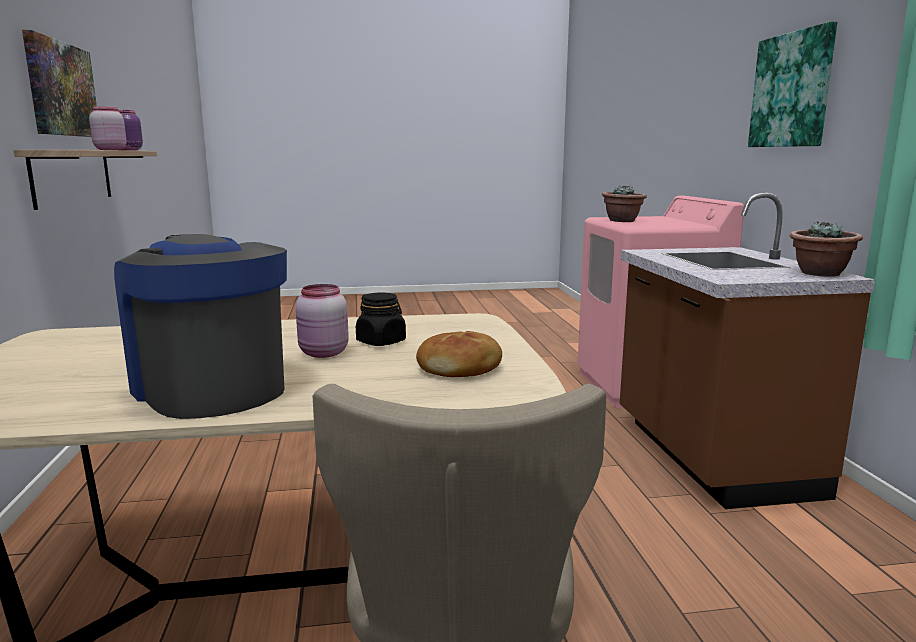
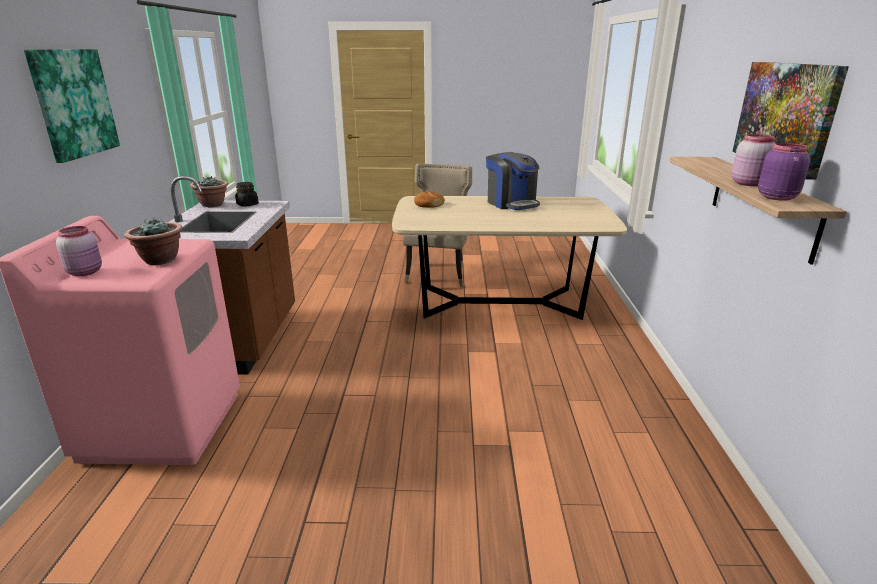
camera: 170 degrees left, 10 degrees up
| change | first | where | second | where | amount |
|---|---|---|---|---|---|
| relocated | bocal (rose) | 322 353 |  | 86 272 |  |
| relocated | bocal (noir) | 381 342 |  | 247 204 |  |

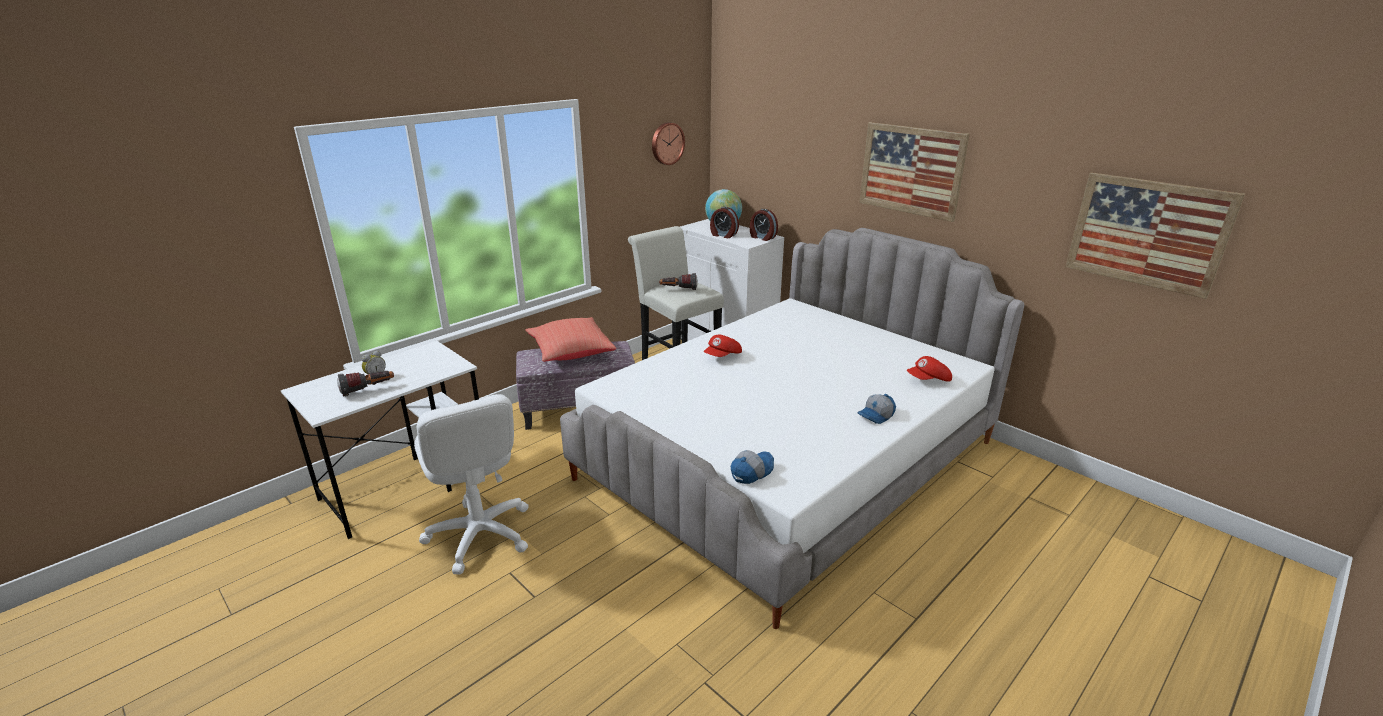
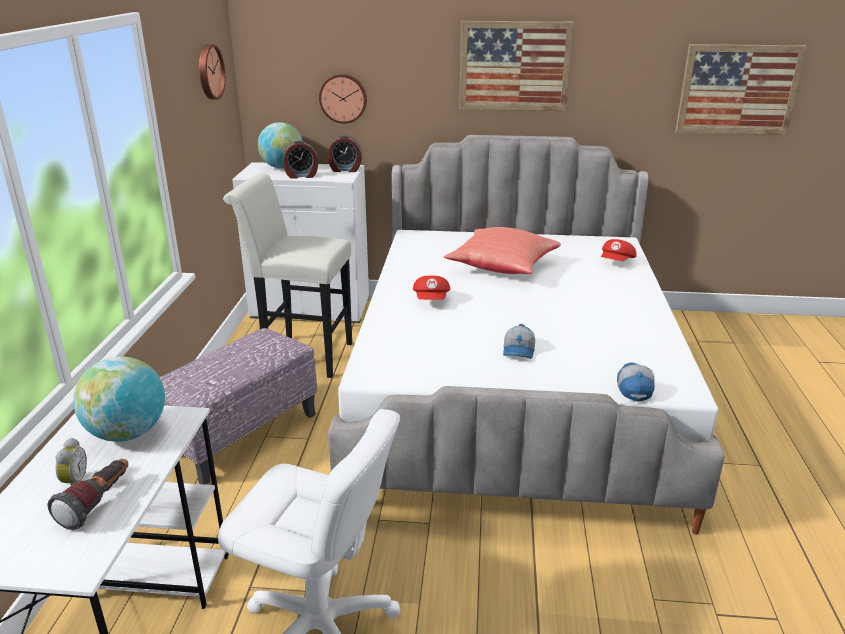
camera: 40 degrees left, 0 degrees up
| change | first | where | second | where | amount |
|---|---|---|---|---|---|
| relocated | coussin (rouge) | 570 353 |  | 501 268 |  |
| missing | lampe de poche | 678 290 |  |  |  |
| relocated | casquette | 876 416 |  | 519 351 |  |
| appeared |  |  | globe | 128 433 |  |
| appeared |  |  | horloge murale | 343 98 |  |

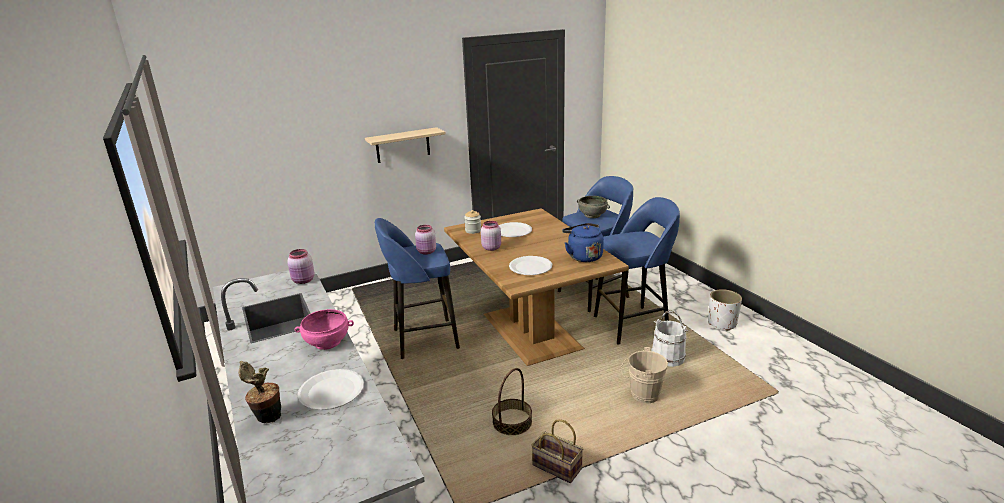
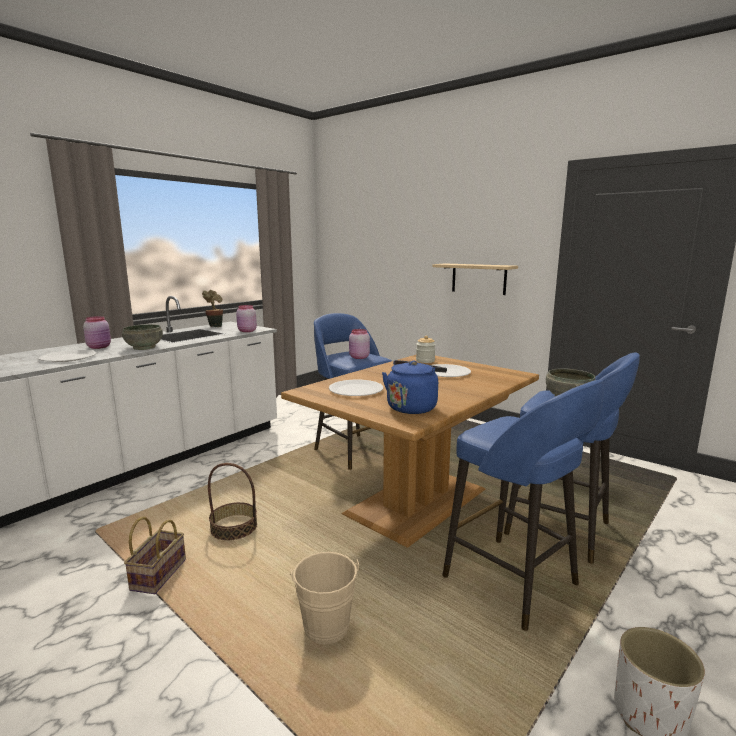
camera: 65 degrees right, 10 degrees down
| change | first | where | second | where | amount |
|---|---|---|---|---|---|
| relocated | plante en pot | 266 418 |  | 215 326 |  |
| colour | bol (rose) | 327 342 | bol (gris) | 145 347 |  |
| relocated | bocal (rose) | 491 247 |  | 100 347 |  |
| missing | seau (blanc) | 668 357 |  |  |  |

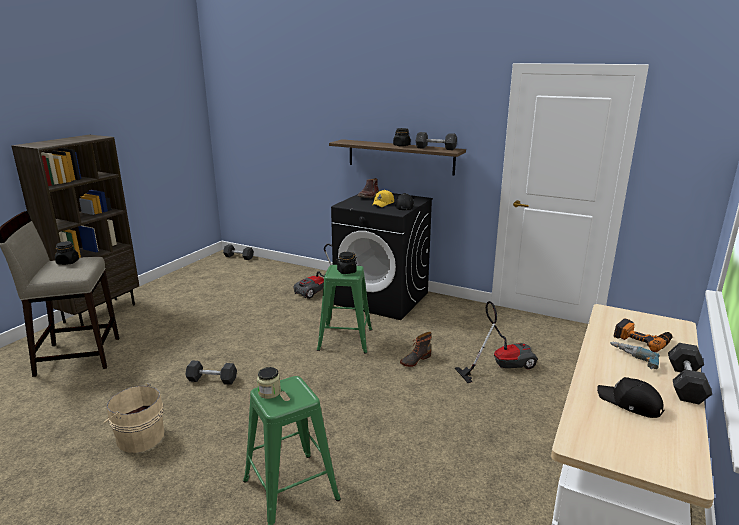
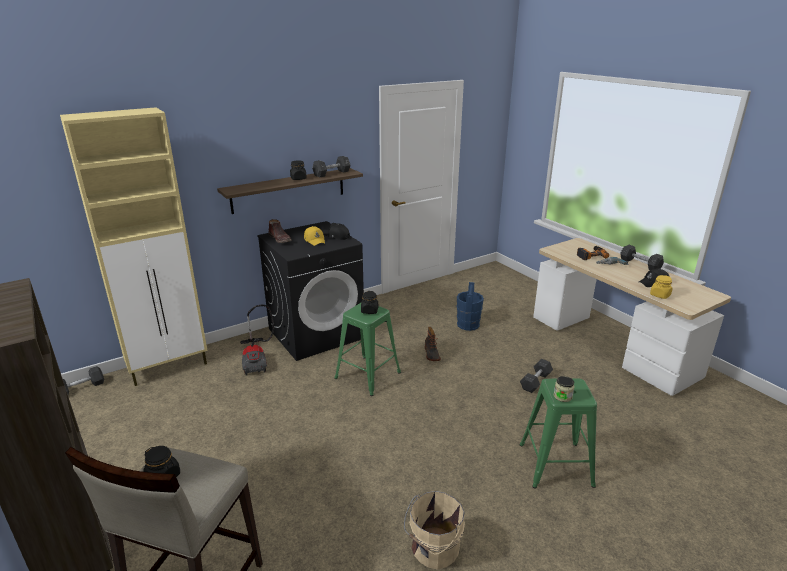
camera: 60 degrees left, 5 degrees up
| change | first | where | second | where | amount |
|---|---|---|---|---|---|
| relocated | haltère (gris) | 212 380 |  | 535 381 |  |
| exchanged | aspirateur | 501 365 | seau (bleu) | 468 324 |  |
| appeared |  |  | meuble de rangement (beige) | 170 367 |  |
| appeared |  |  | bocal (jaune) | 660 295 |  |

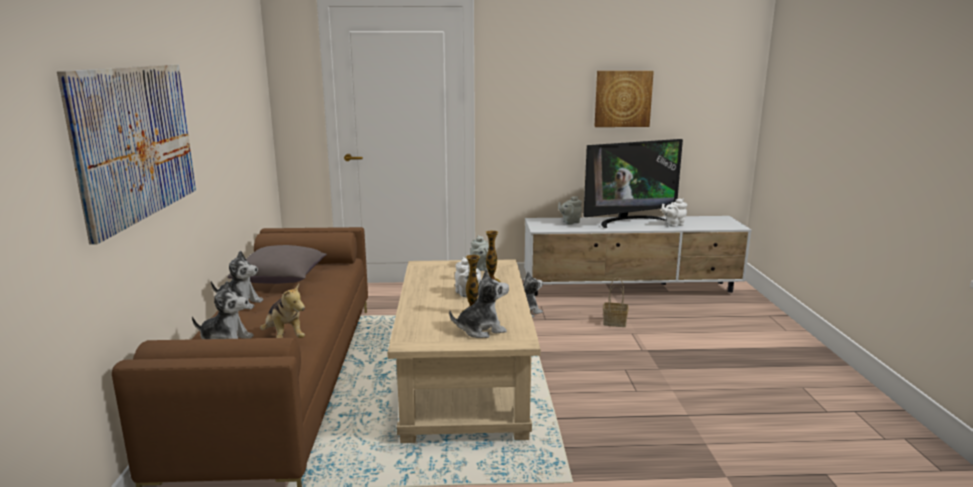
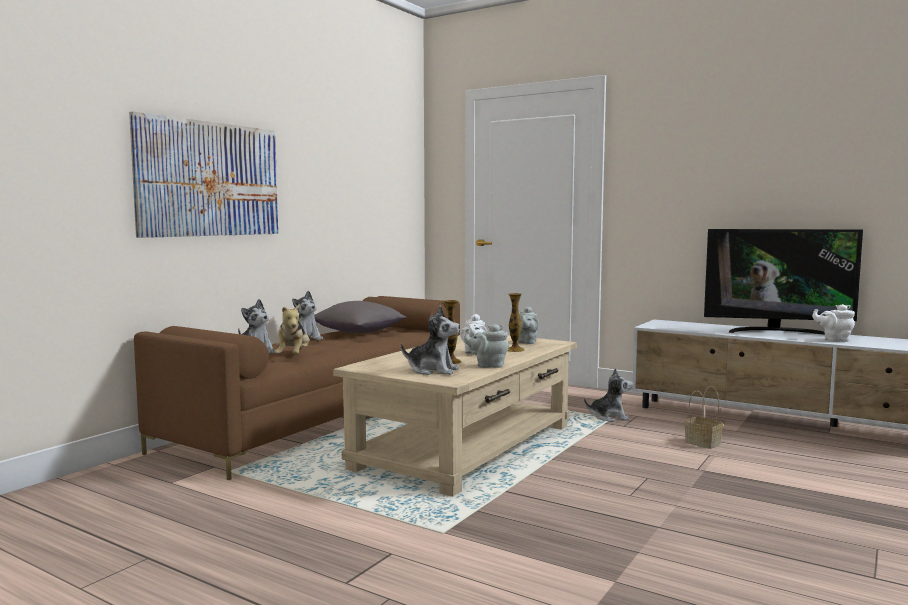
camera: 35 degrees right, 10 degrees down
| change | first | where | second | where | amount |
|---|---|---|---|---|---|
| relocated | théière (gris) | 570 222 |  | 488 365 |  |
| missing | tableau | 622 98 |  |  |  |

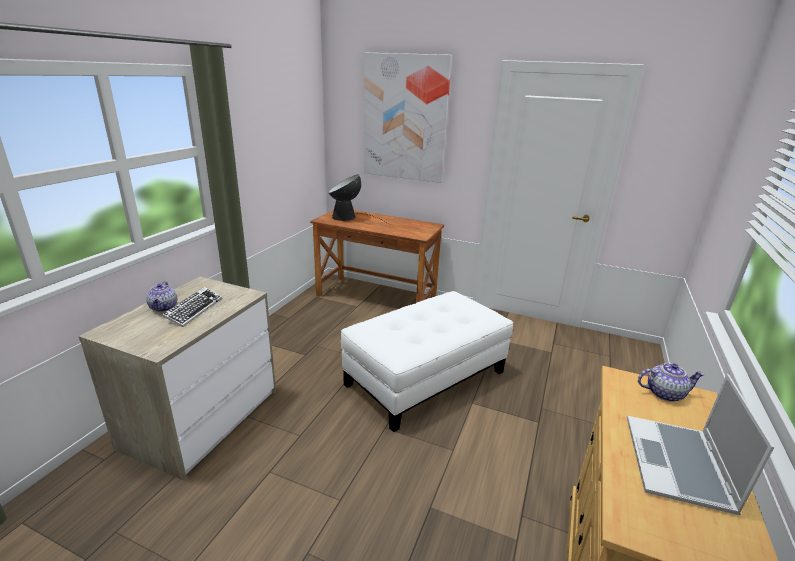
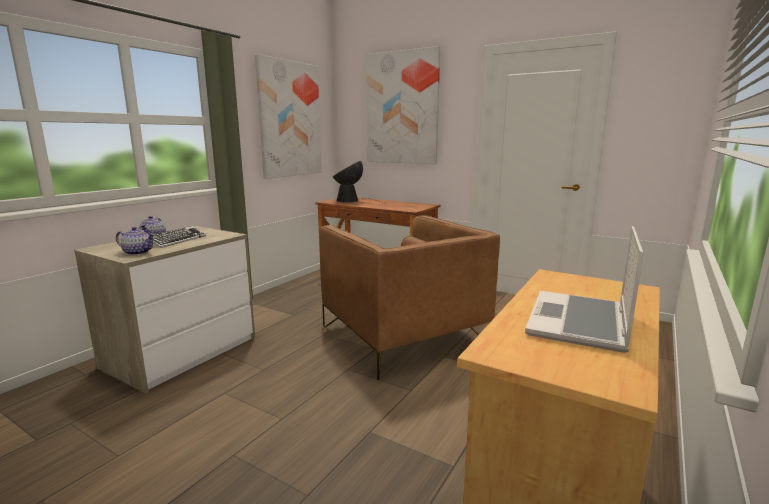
camera: 10 degrees right, 10 degrees down
| change | first | where | second | where | amount |
|---|---|---|---|---|---|
| exchanged | pouf (blanc) | 426 378 | fauteuil (marron) | 403 336 |  |
| relocated | théière | 664 393 |  | 137 252 |  |
| appeared |  |  | tableau | 289 119 |  |

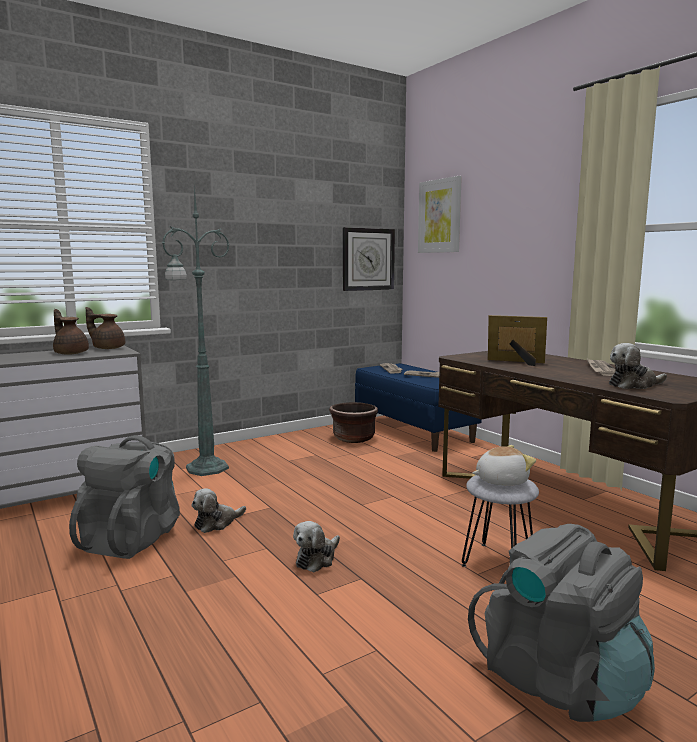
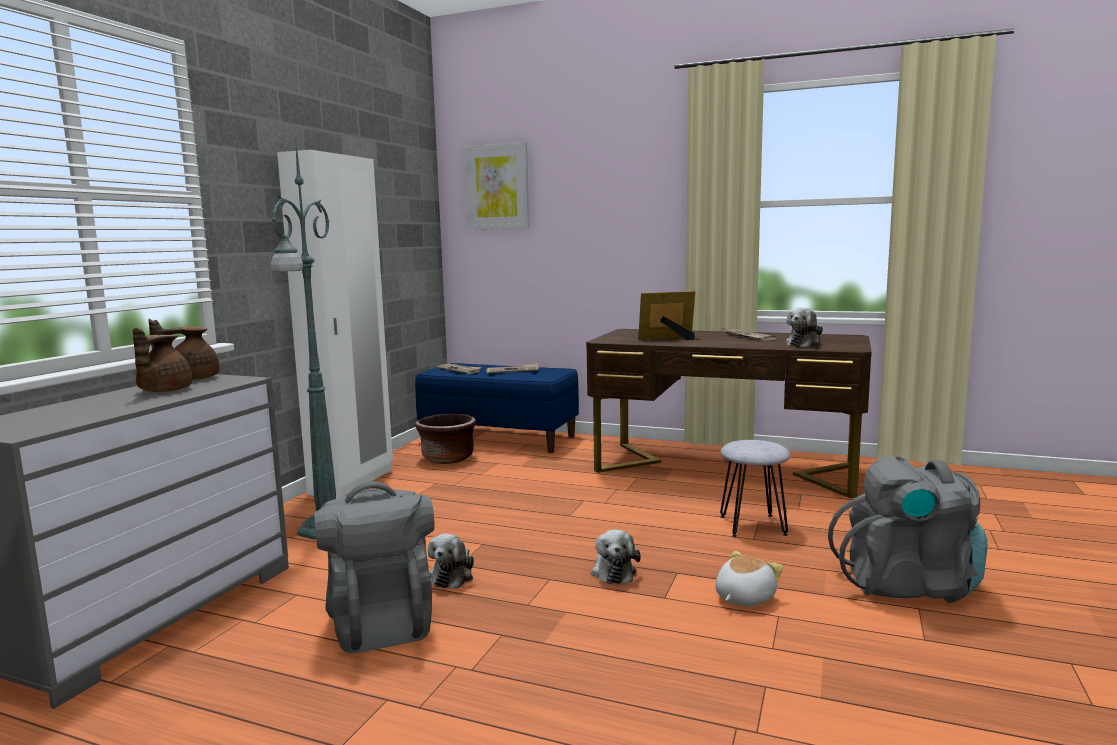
camera: 35 degrees left, 0 degrees up
| change | first | where | second | where | amount |
|---|---|---|---|---|---|
| spun | théière (marron) | 71 353 |  | 163 391 | 90 degrees counterclockwise |
| missing | horloge murale | 368 259 |  |  |  |
| relocated | peluche | 501 481 |  | 743 598 |  |
| appeared |  |  | armoire (blanc) | 352 482 |  |

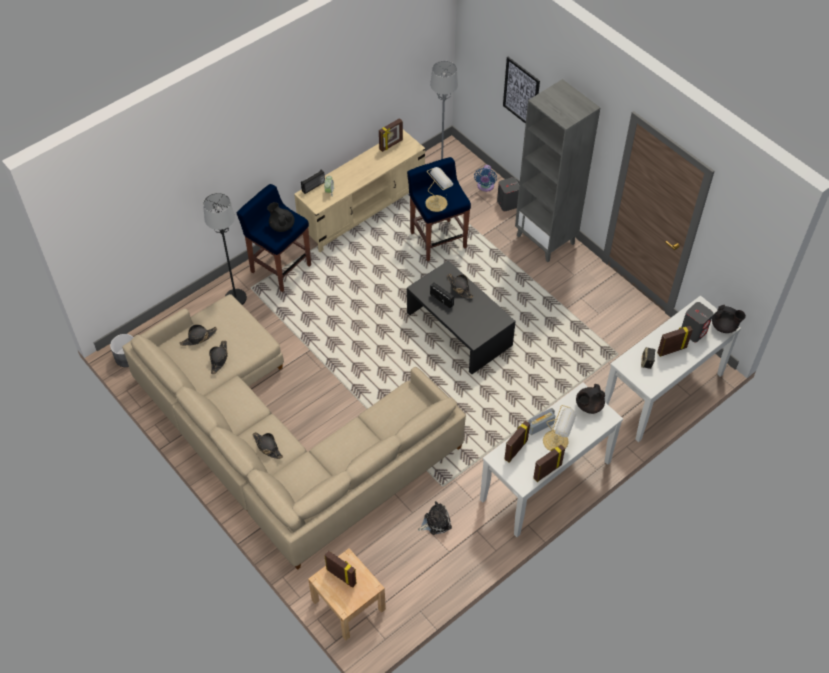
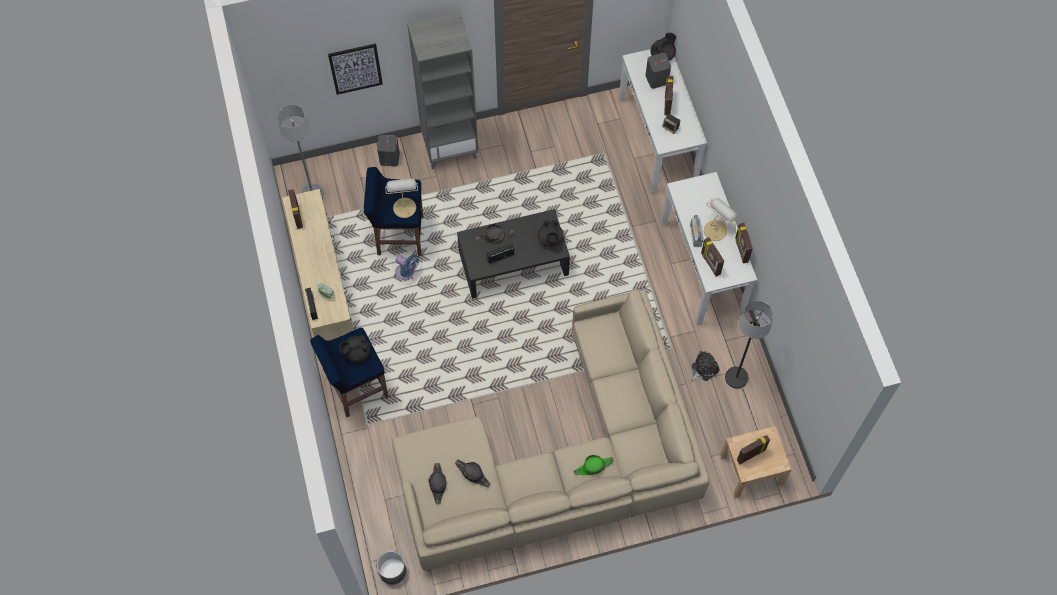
camera: 65 degrees left, 10 degrees up
| change | first | where | second | where | amount |
|---|---|---|---|---|---|
| relocated | lampadaire (noir) | 235 298 |  | 736 378 |  |
| colour | chapeau (noir) | 267 447 | chapeau (vert) | 593 467 |  |
| spun | peluche | 435 522 |  | 703 369 | 45 degrees clockwise |
| relocated | ventilateur (bleu) | 485 186 |  | 406 273 |  |
| relocated | théière (noir) | 588 406 |  | 550 239 |  |

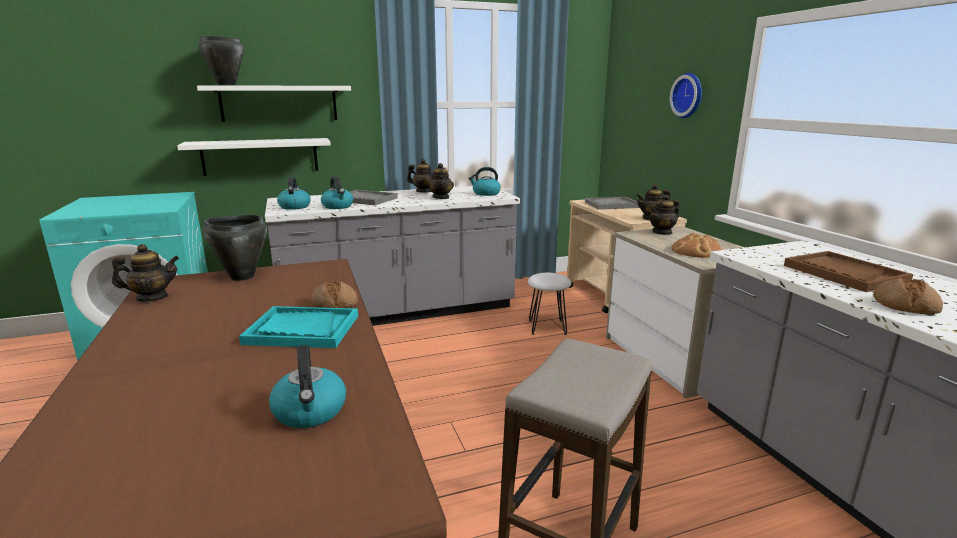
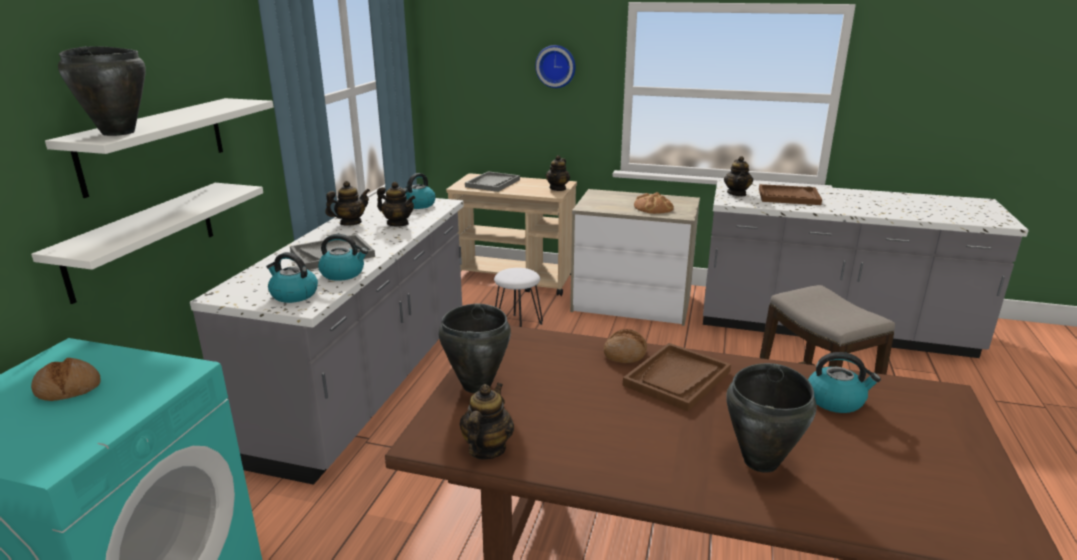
camera: 55 degrees left, 5 degrees up
| change | first | where | second | where | amount |
|---|---|---|---|---|---|
| colour | plateau (turquoise) | 302 330 | plateau (marron) | 677 378 |  |
| relocated | théière | 662 232 |  | 737 193 |  |
| relocated | pain | 905 305 |  | 68 388 |  |
| appeared |  |  | marmite (noir) | 761 461 |  |

